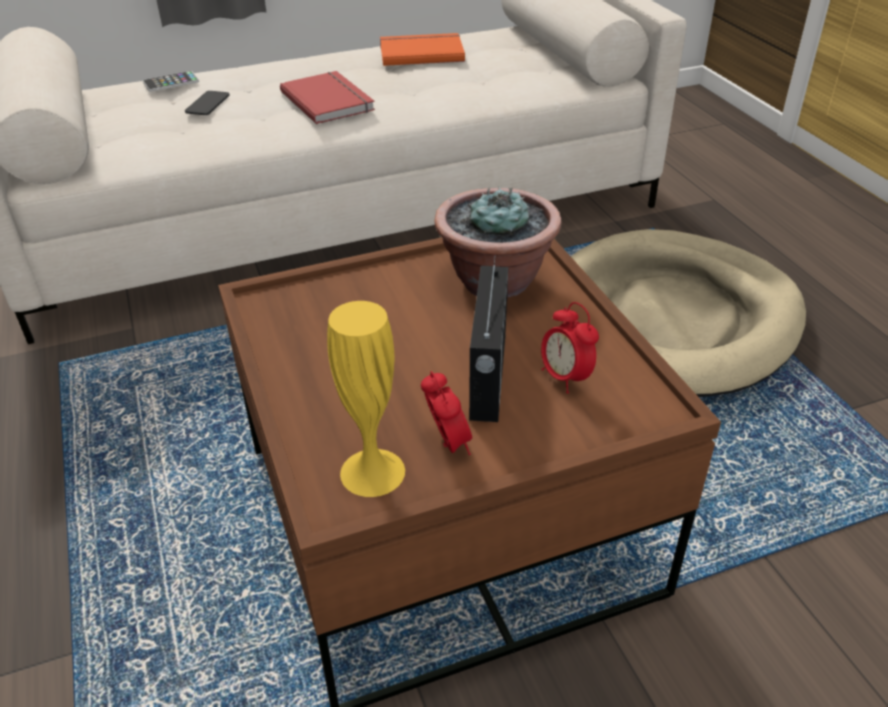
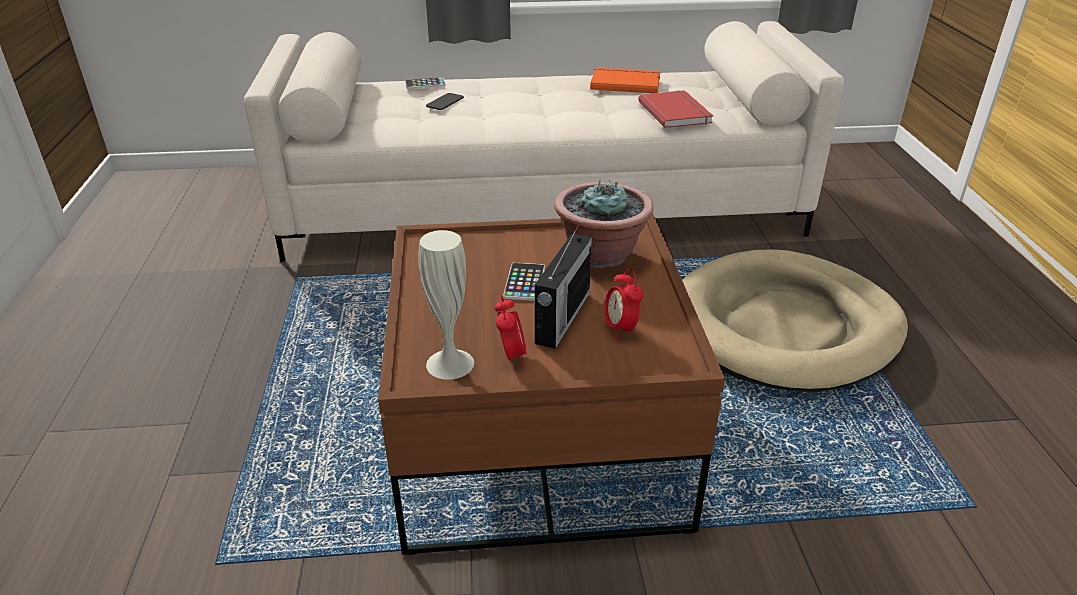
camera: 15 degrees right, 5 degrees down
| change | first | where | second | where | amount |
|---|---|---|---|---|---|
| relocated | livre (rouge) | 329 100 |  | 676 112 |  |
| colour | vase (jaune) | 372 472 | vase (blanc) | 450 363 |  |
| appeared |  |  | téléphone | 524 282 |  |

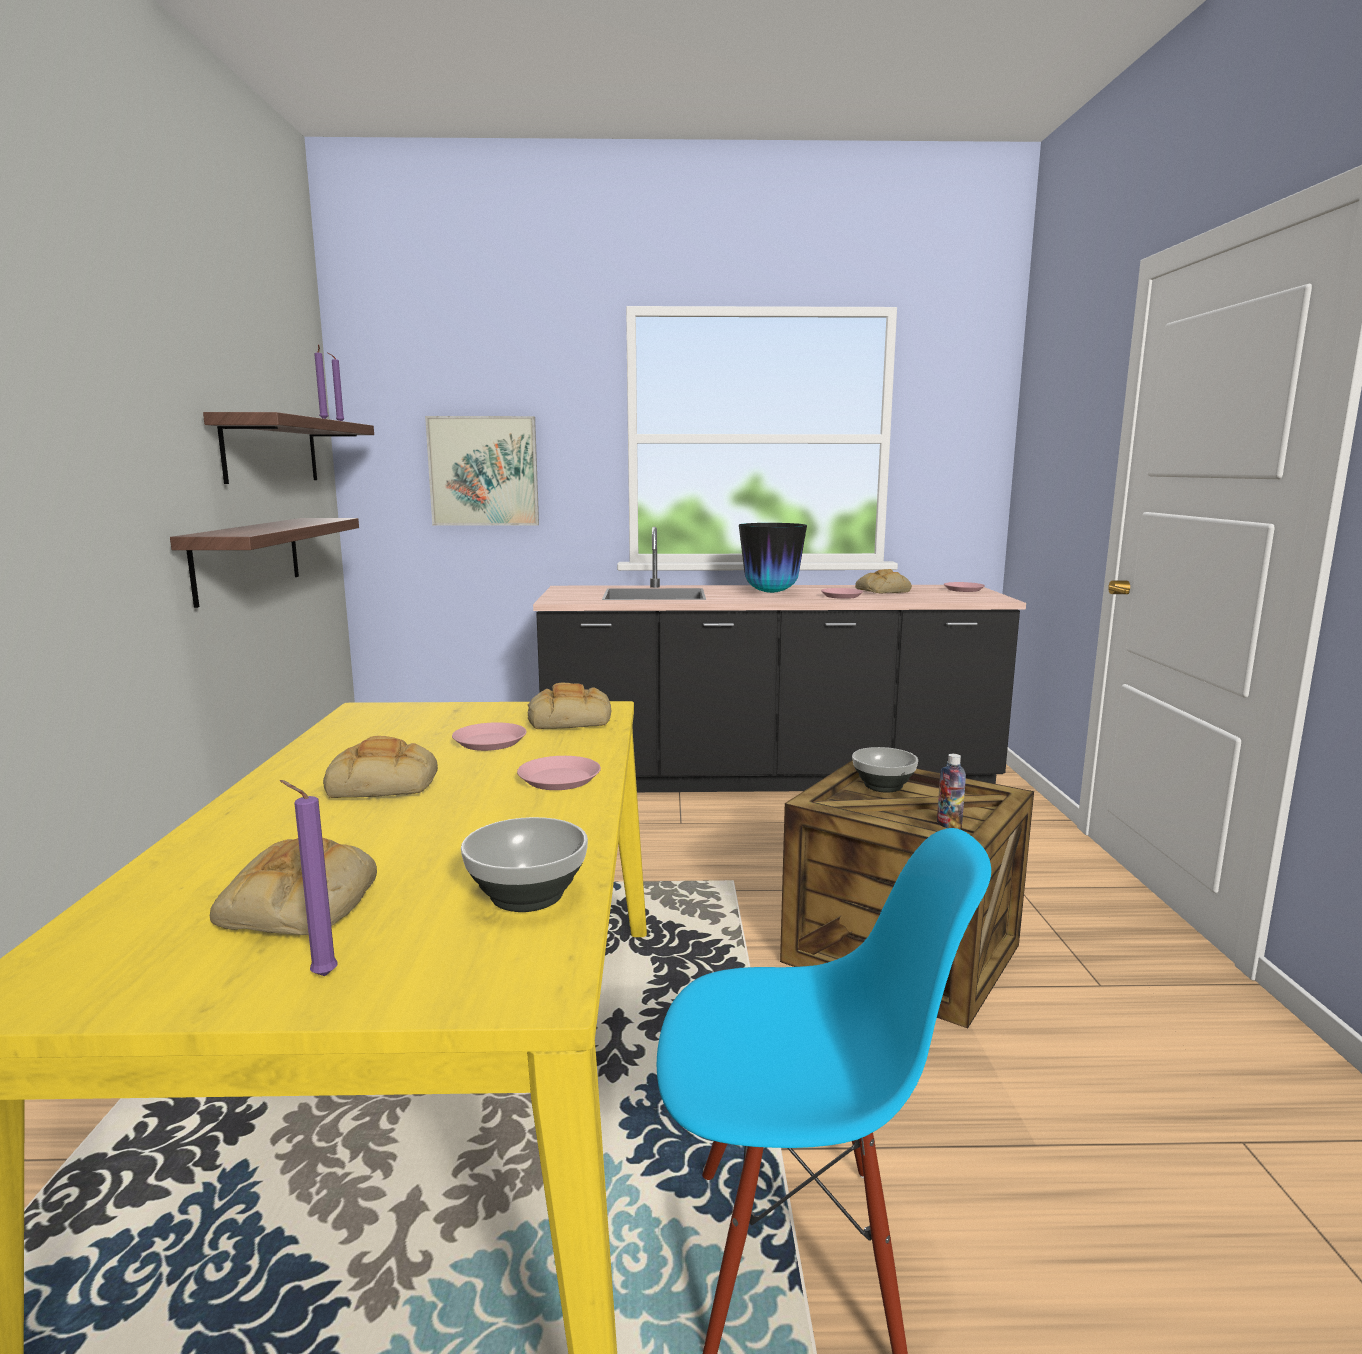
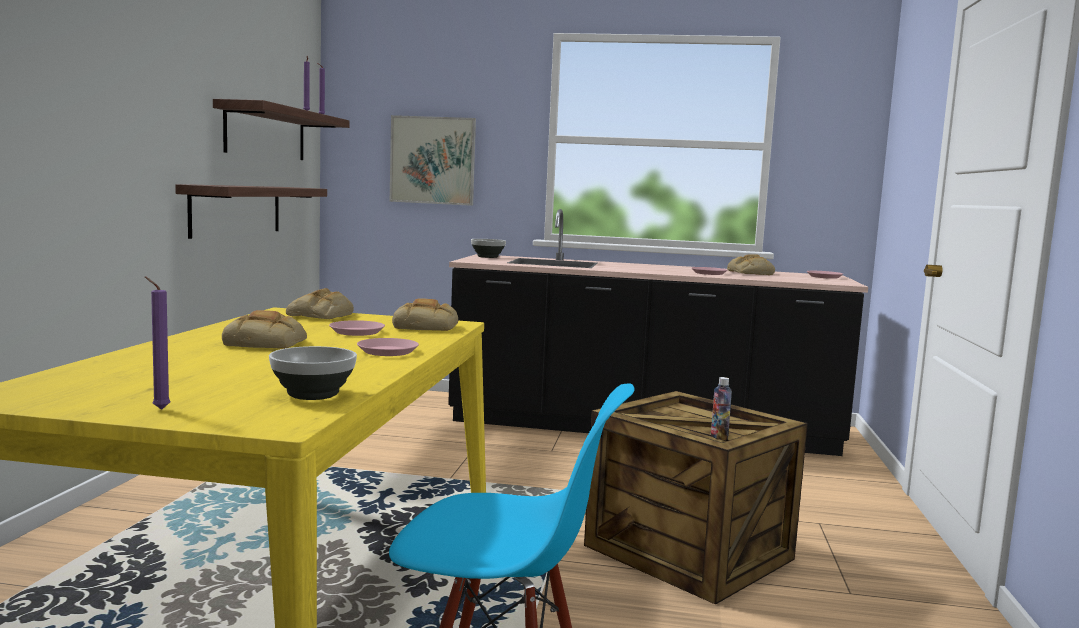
camera: 10 degrees right, 5 degrees down
| change | first | where | second | where | amount |
|---|---|---|---|---|---|
| relocated | pain | 301 905 |  | 321 315 |  |
| missing | vase | 770 592 |  |  |  |
| relocated | bol | 884 786 |  | 488 257 |  |

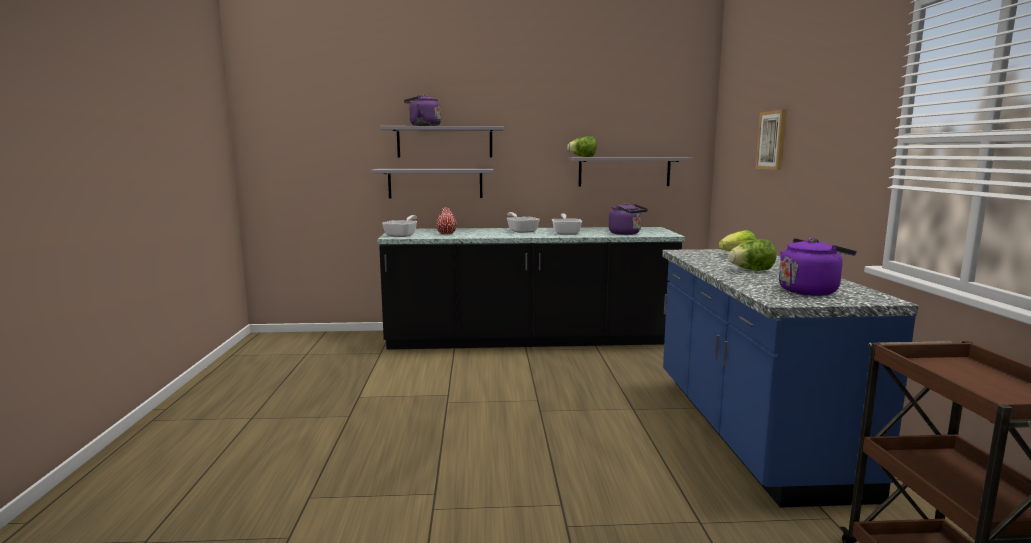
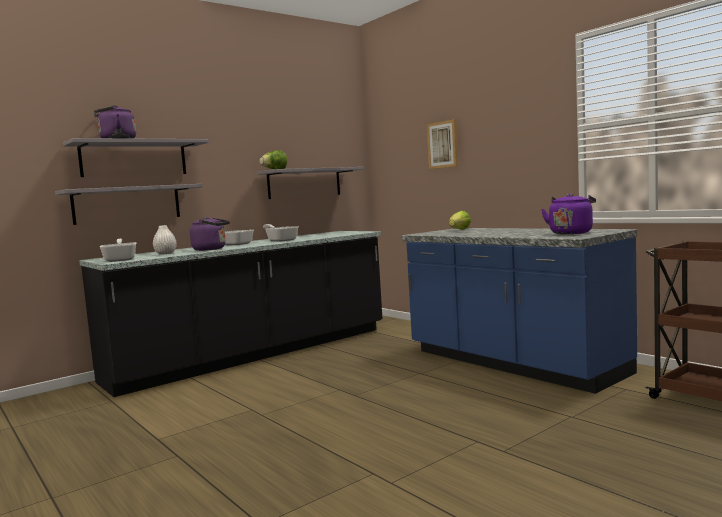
camera: 35 degrees left, 5 degrees down
| change | first | where | second | where | amount |
|---|---|---|---|---|---|
| colour | vase (rouge) | 446 233 | vase (blanc) | 165 253 |  |
| relocated | bouilloire (violet) | 626 233 |  | 211 249 |  |
| missing | laitue | 751 270 |  |  |  |

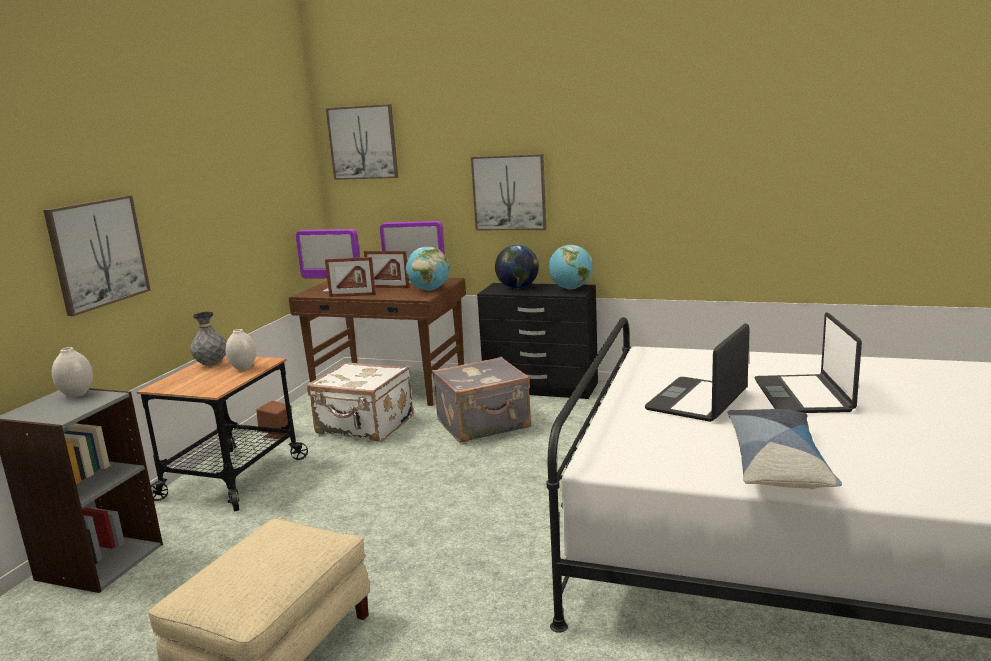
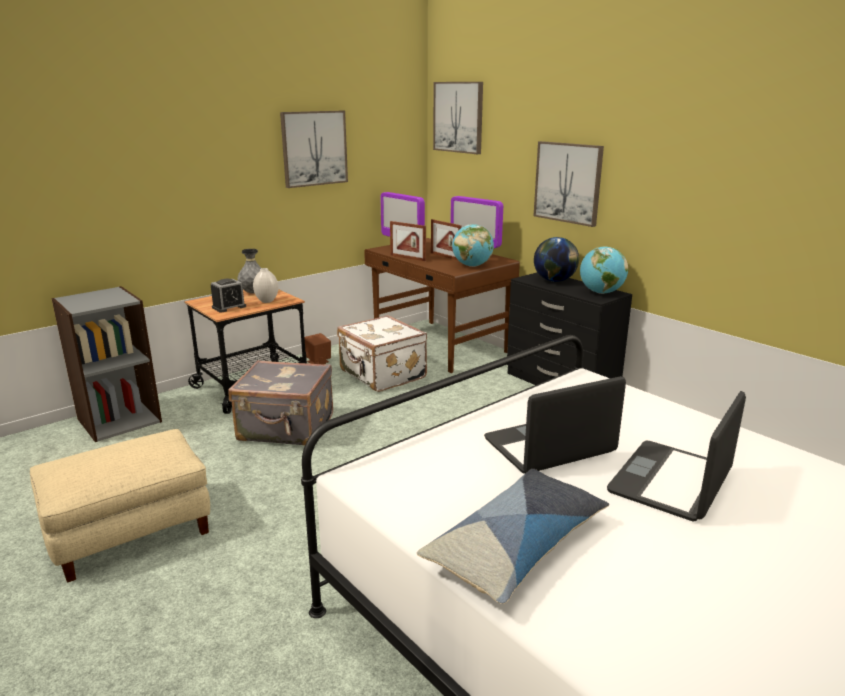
camera: 30 degrees right, 5 degrees up
| change | first | where | second | where | amount |
|---|---|---|---|---|---|
| relocated | tableau | 98 253 |  | 314 148 |  |
| missing | vase (blanc) | 77 394 |  |  |  |
| relocated | valise (gris) | 484 425 |  | 286 429 |  |
| appeared |  |  | réveil | 229 307 |  |

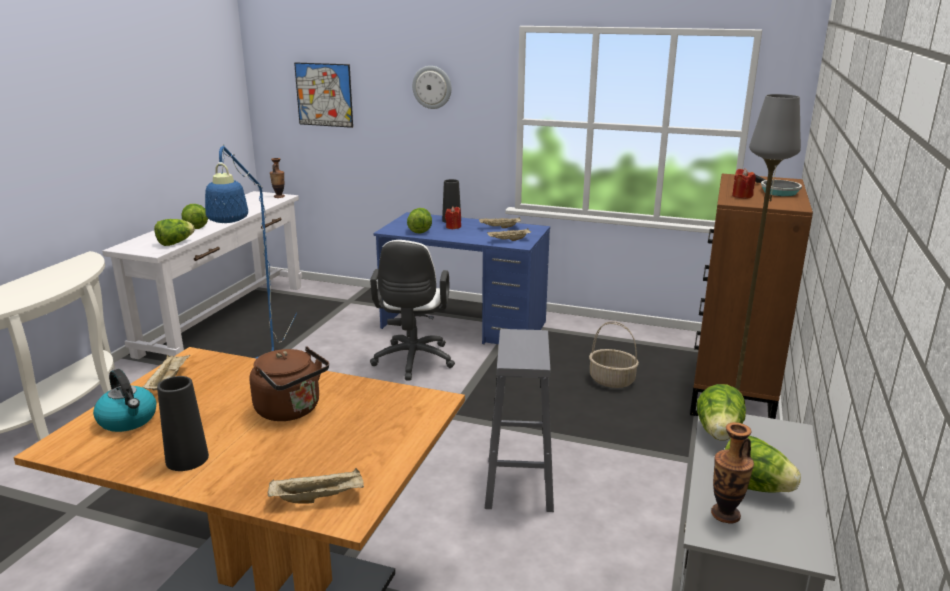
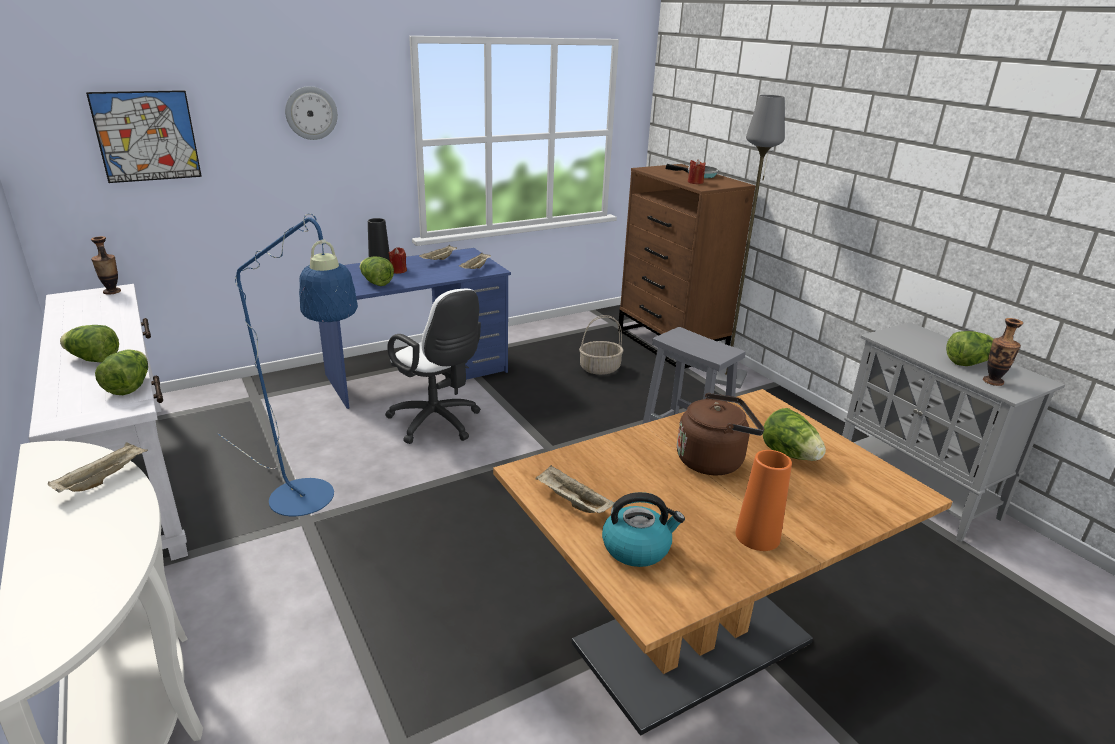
camera: 50 degrees left, 5 degrees up
| change | first | where | second | where | amount |
|---|---|---|---|---|---|
| colour | vase (noir) | 187 459 | vase (orange) | 757 536 |  |
| relocated | plateau (beige) | 319 497 |  | 103 479 |  |
| relocated | laitue | 719 434 |  | 789 455 |  |

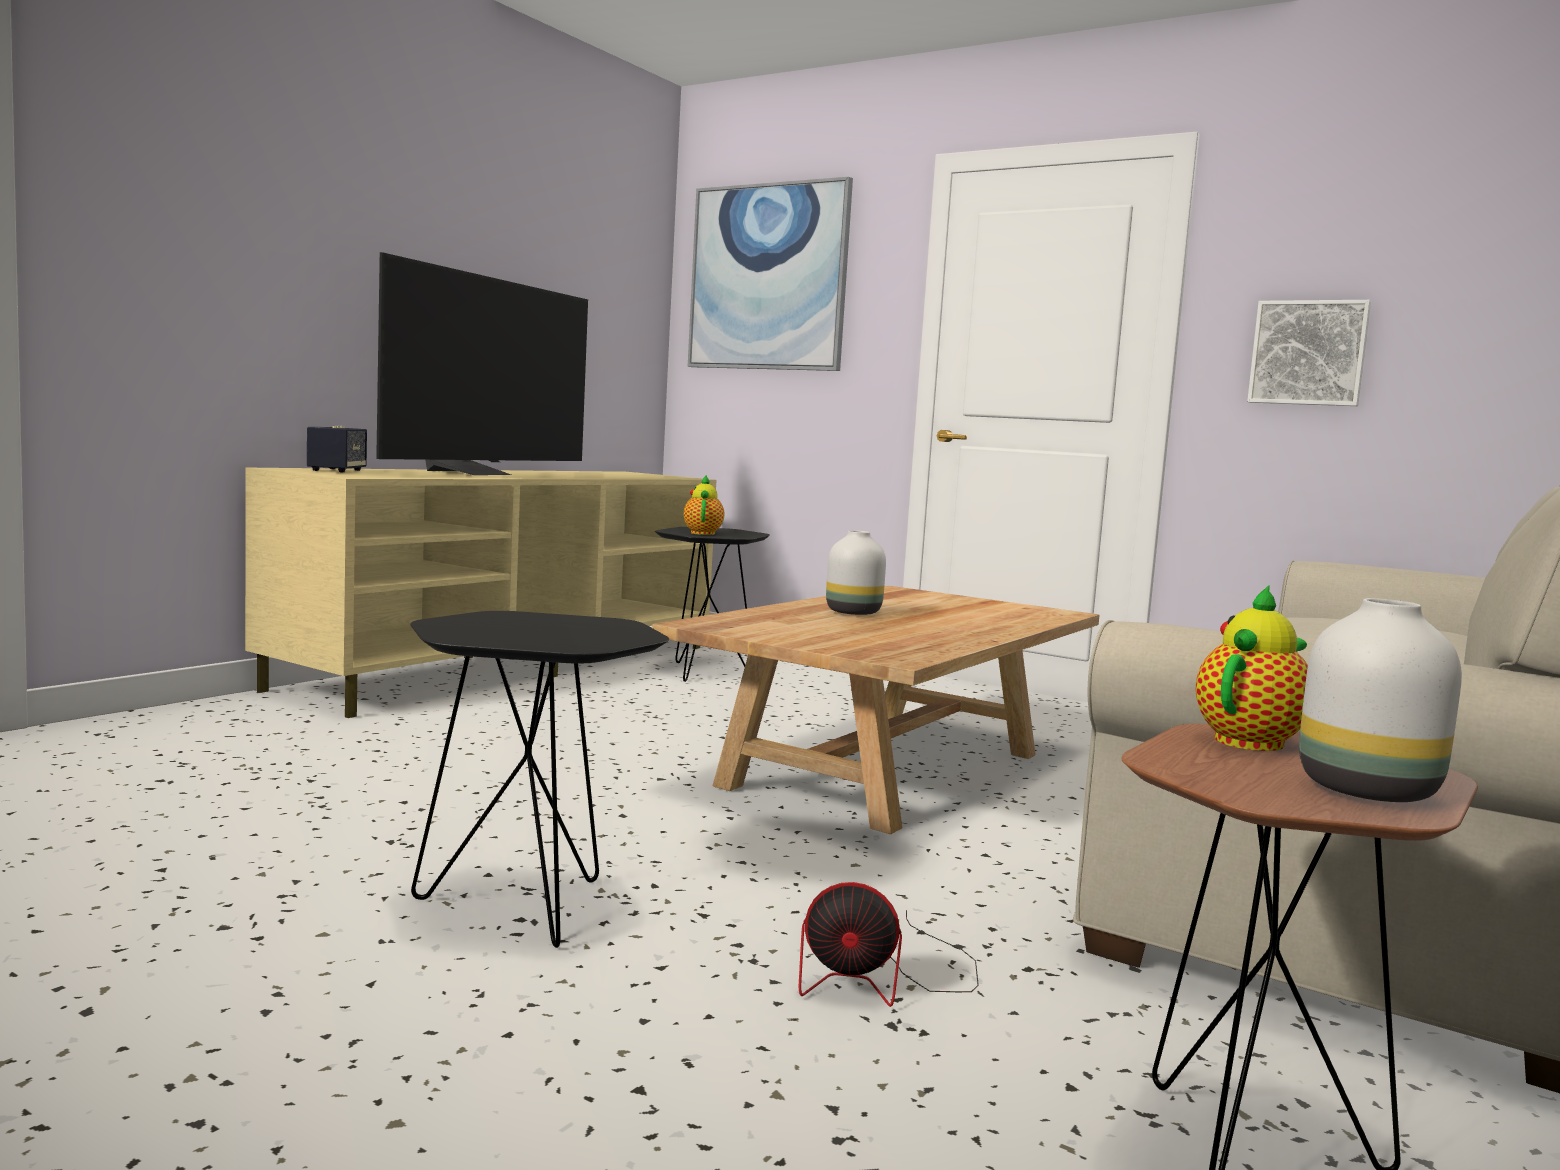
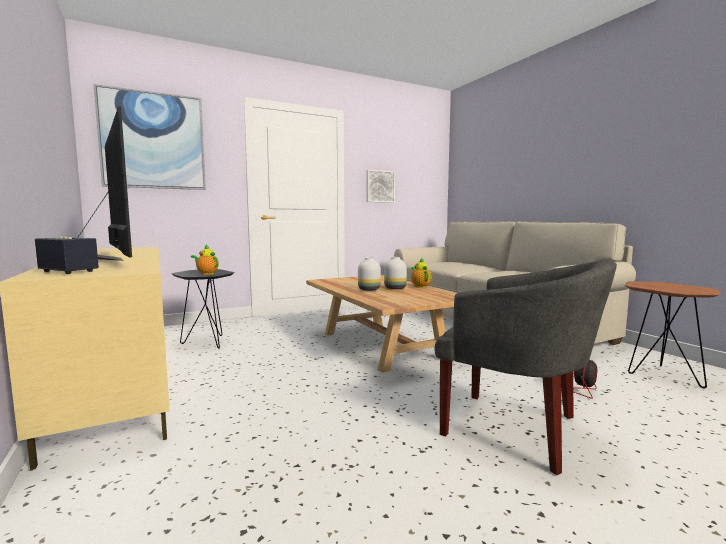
camera: 60 degrees left, 0 degrees up
| change | first | where | second | where | amount |
|---|---|---|---|---|---|
| exchanged | table d'appoint (noir) | 530 908 | fauteuil (gris) | 516 429 |  |
| relocated | théière | 1252 740 |  | 420 286 |  |
| relocated | vase (blanc) | 1363 789 |  | 394 288 |  |

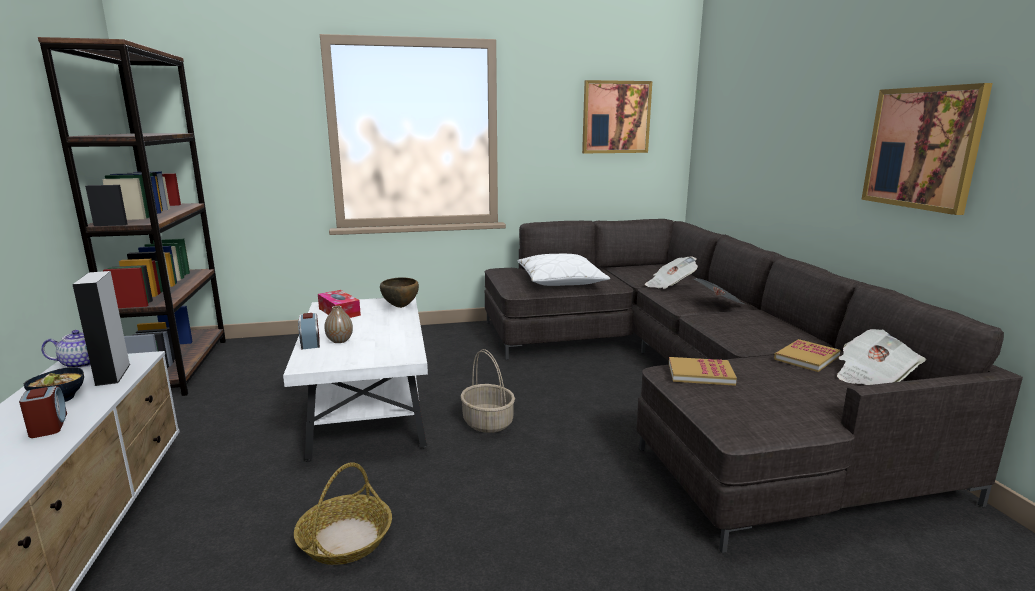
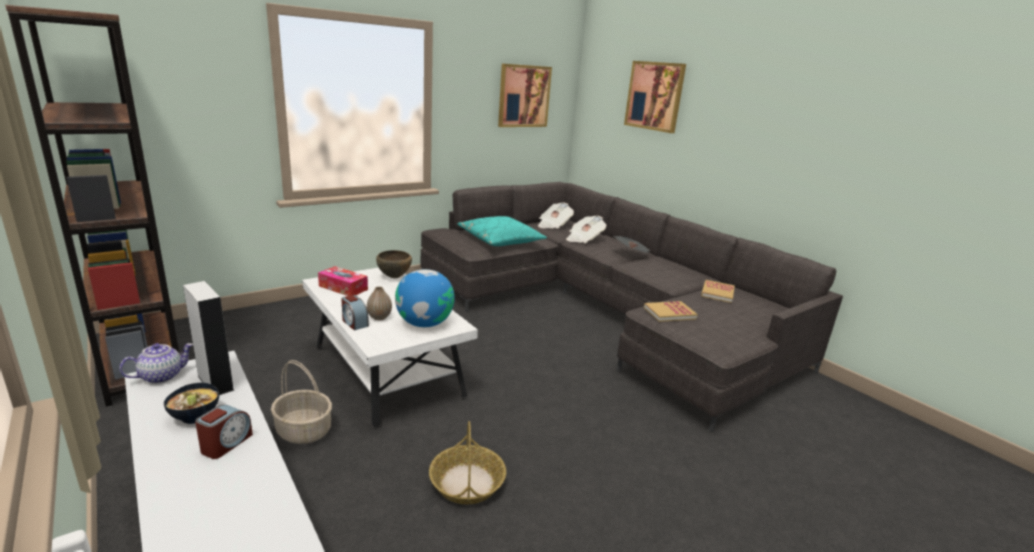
camera: 25 degrees left, 5 degrees up
| change | first | where | second | where | amount |
|---|---|---|---|---|---|
| spun | réveil | 48 426 |  | 226 443 | 75 degrees clockwise |
| relocated | panier | 488 423 |  | 304 431 |  |
| colour | coussin (blanc) | 561 281 | coussin (turquoise) | 500 240 |  |
| relocated | journal | 873 376 |  | 553 225 |  |
| relocated | tableau | 922 148 |  | 654 96 |  |
| appeared |  |  | globe | 424 323 |  |

